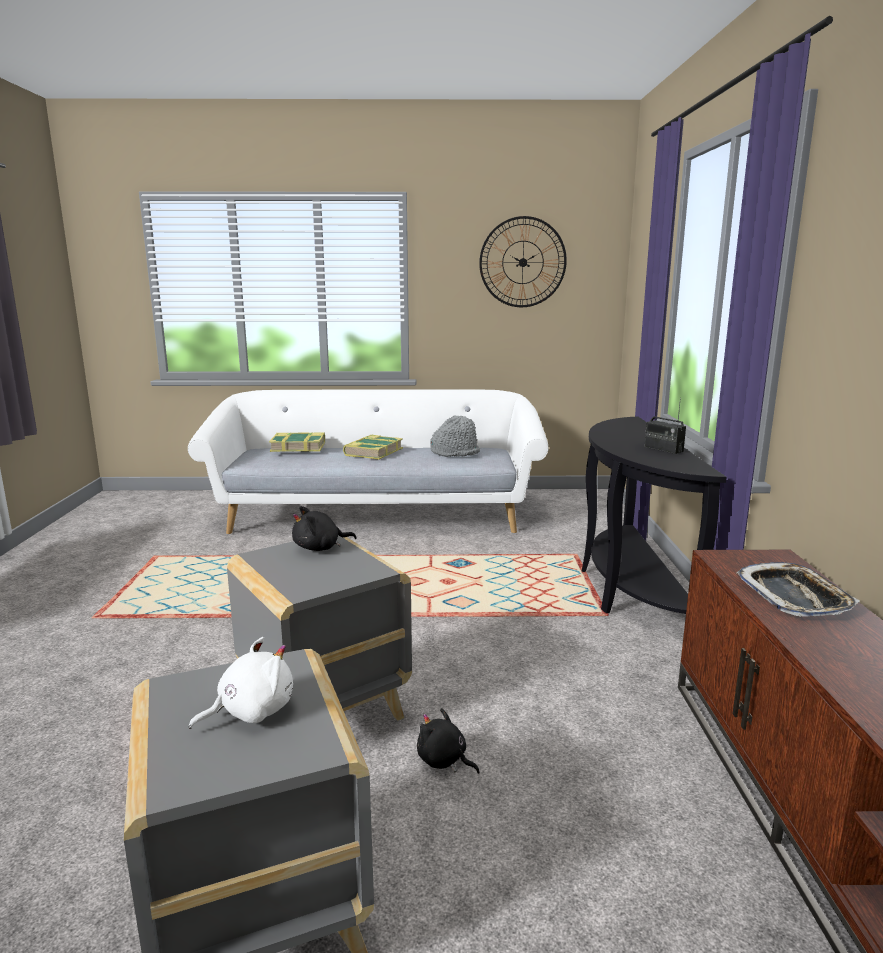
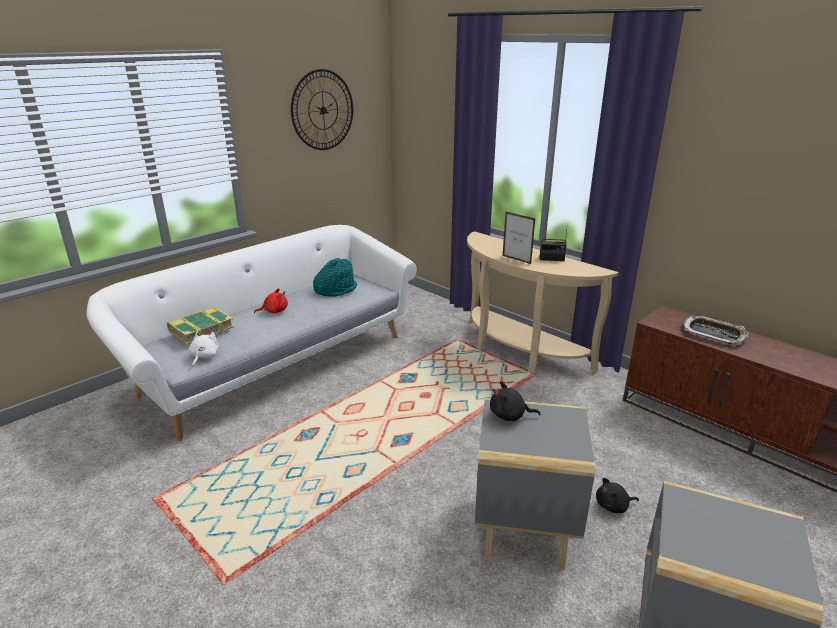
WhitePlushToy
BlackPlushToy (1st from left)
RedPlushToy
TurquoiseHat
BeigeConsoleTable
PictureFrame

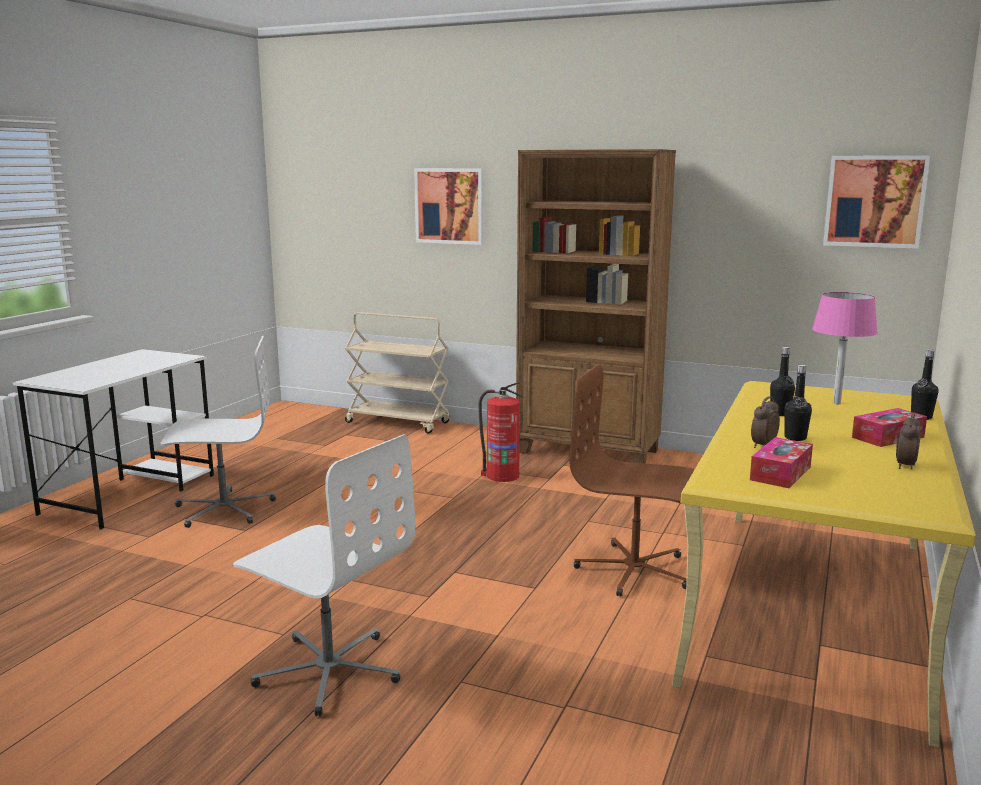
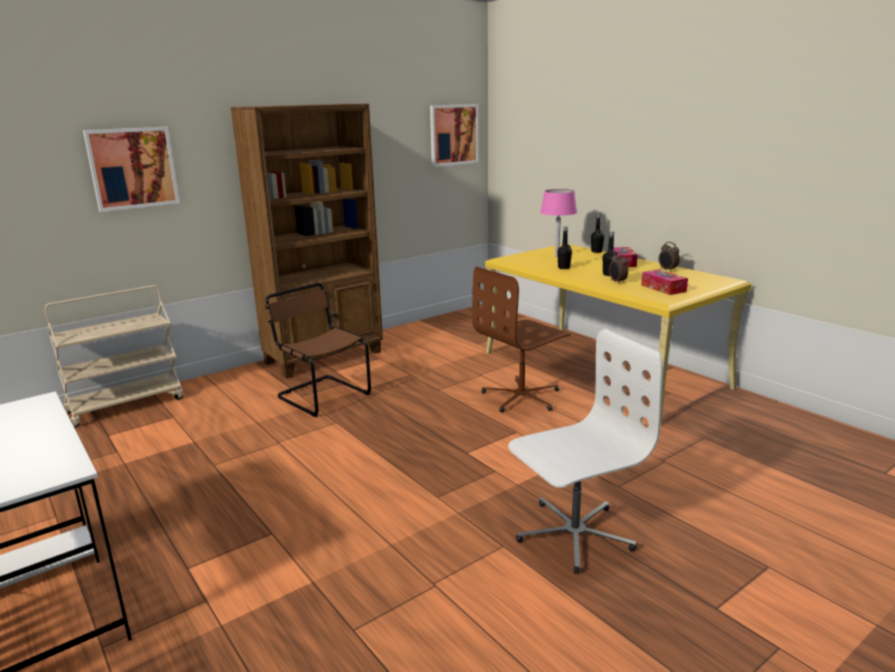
WhiteOfficeChair (1st from left in the first image)
BrownChair

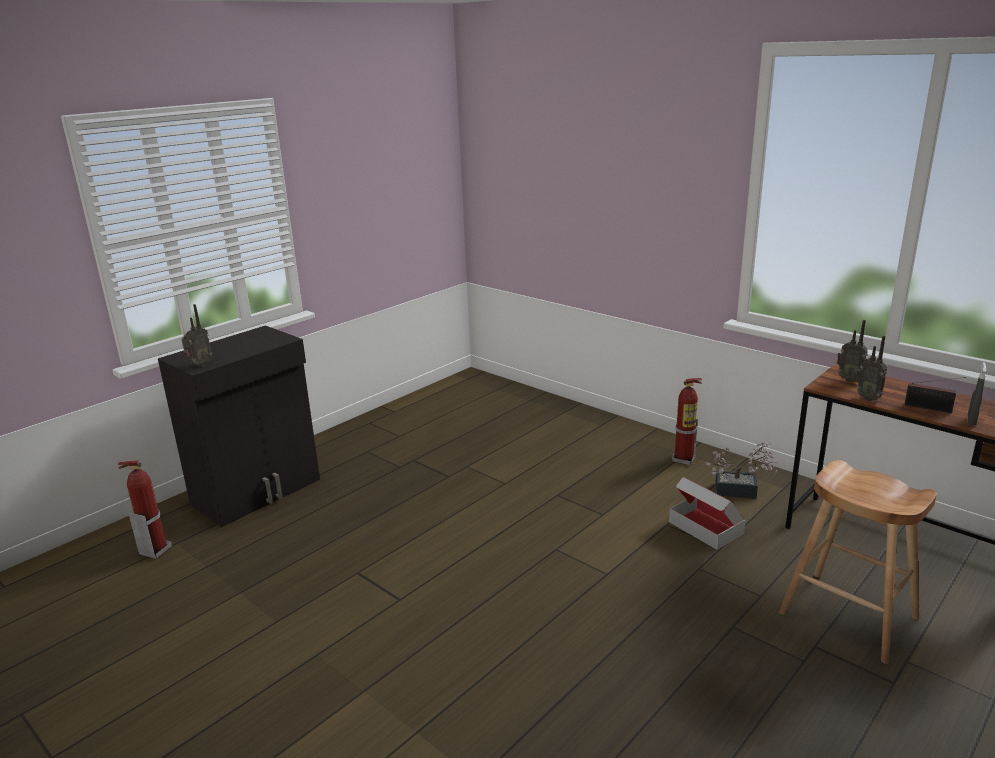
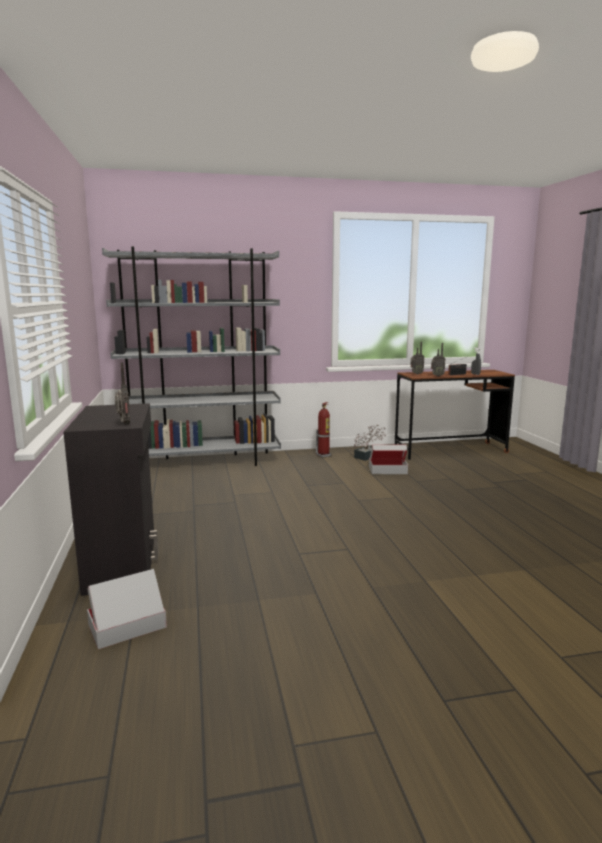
CardboardBox (1st from left)
BrownStool
GreyBookcase

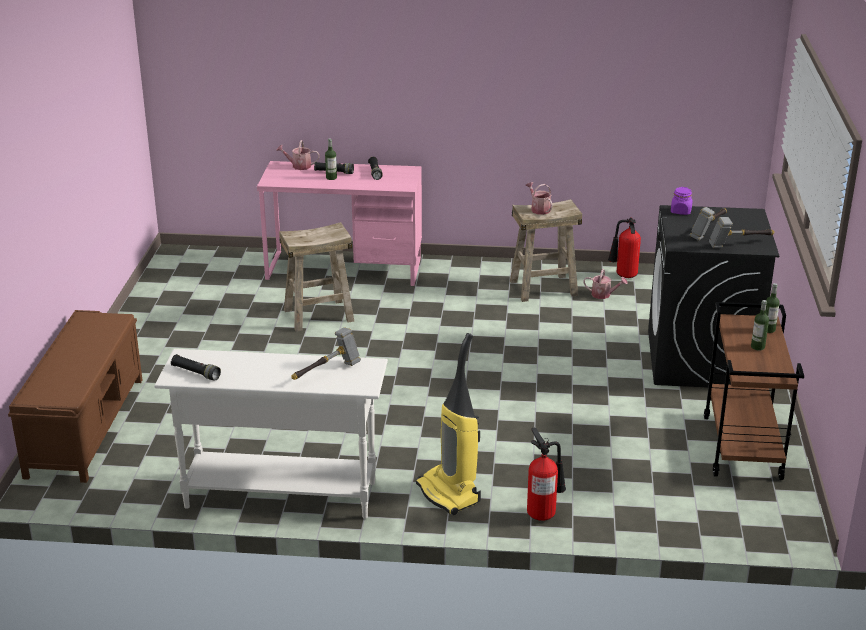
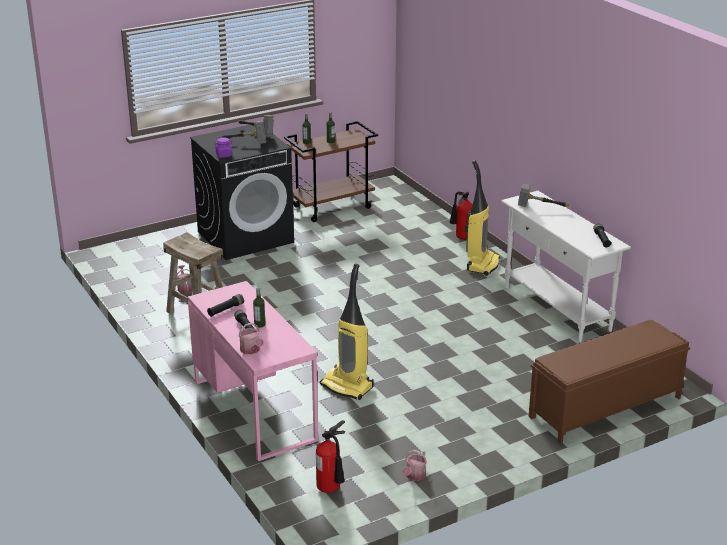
VacuumCleaner (1st from left)
WateringCan (3rd from left)
FireExtinguisher (1st from left)

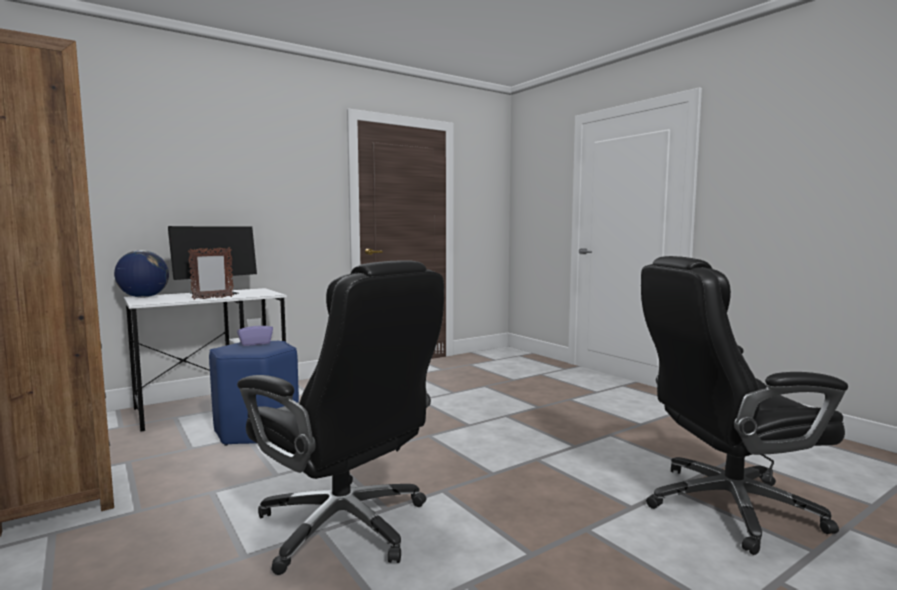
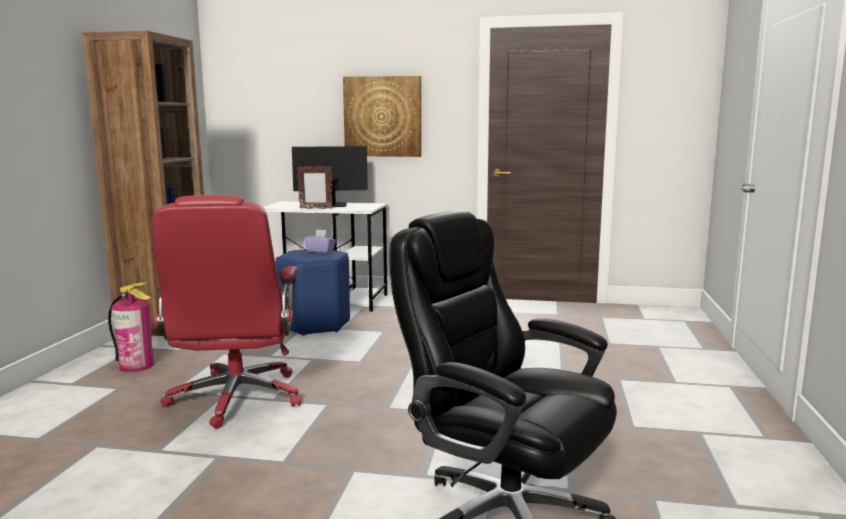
Globe
RedOfficeChair
FireExtinguisher
Picture

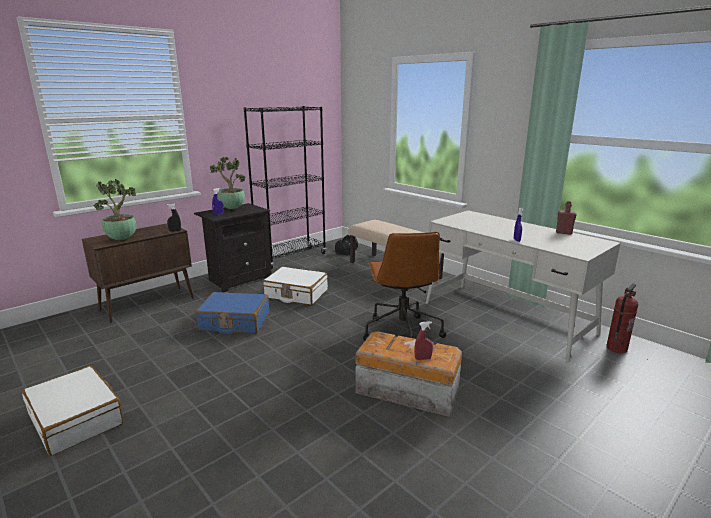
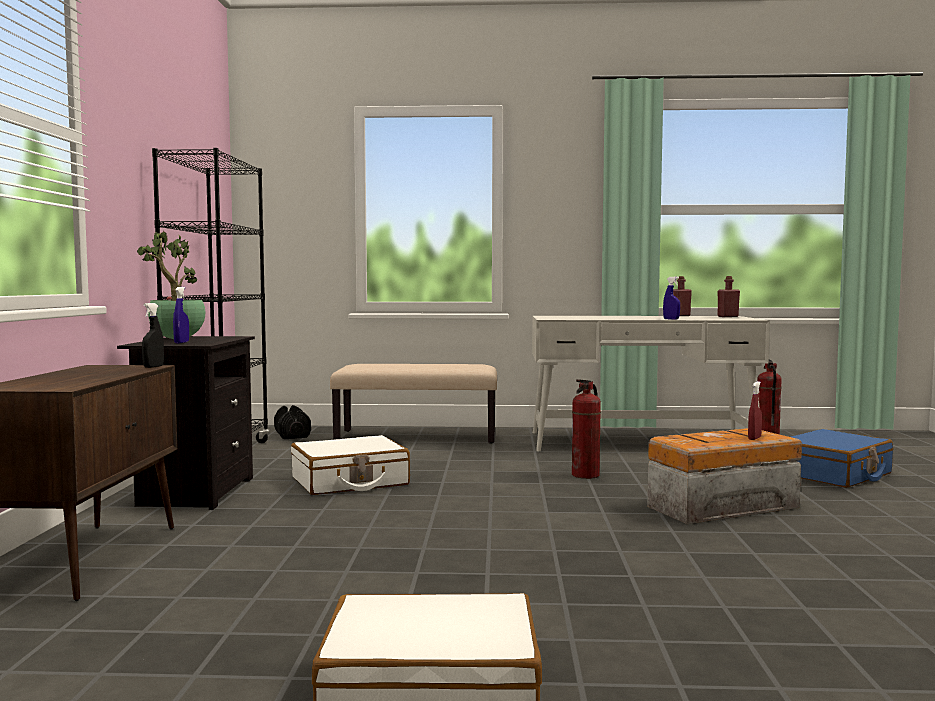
PottedPlant (1st from left in the first image)
BlueSuitcase
FireExtinguisher (1st from left)
RedBottle (2nd from left)

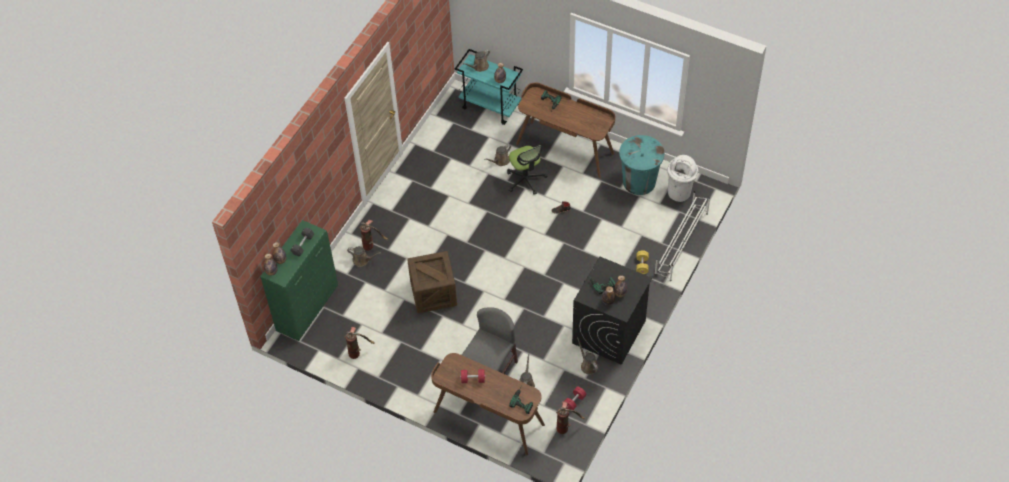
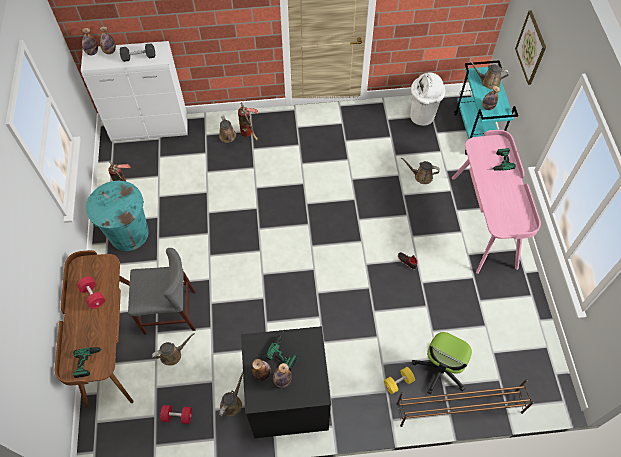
WhiteCabinet
Crate
OfficeChair
PinkDesk
FireExtinguisher (3rd from left in the first image)
TurquoiseTrashCan
BrownShoeRack
WhiteTrashCan
Picture

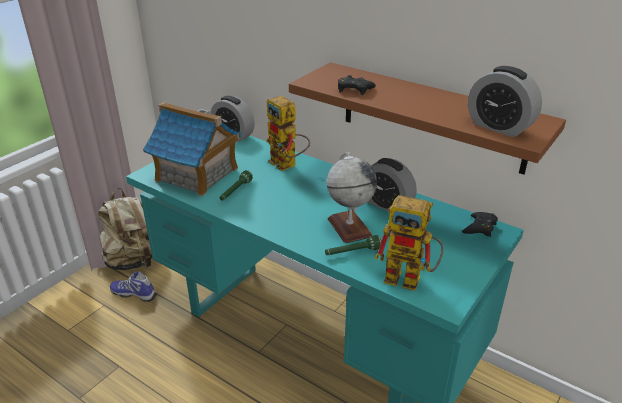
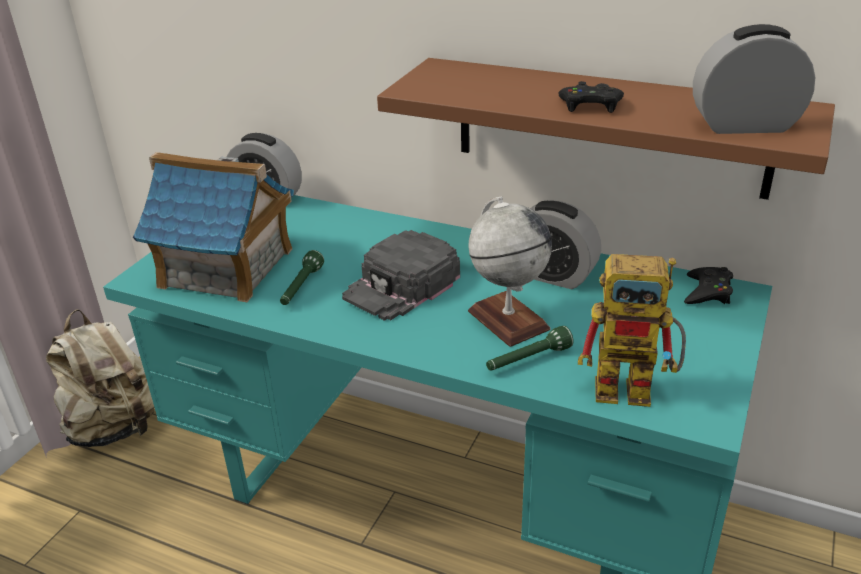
Shoe
ToyRobot (1st from left in the first image)
BlackGameController (1st from left)
AlarmClock (3rd from left)
BlackCap

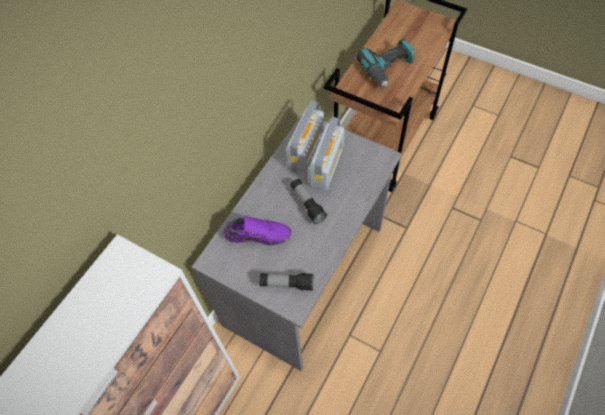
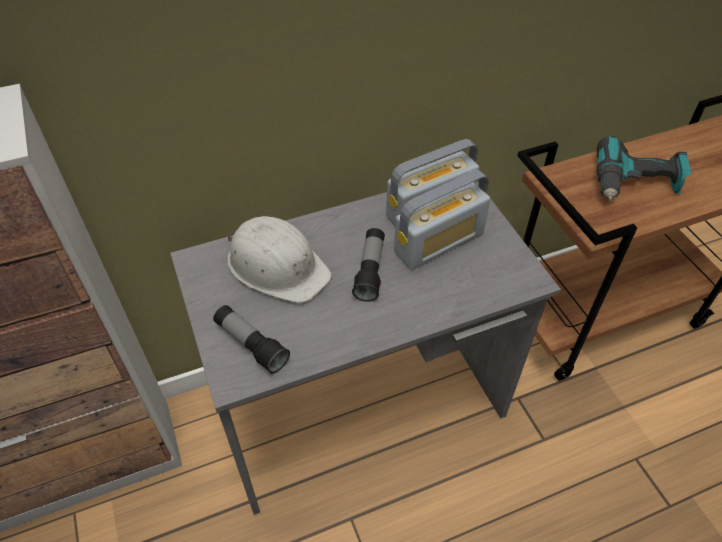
WhiteHardHat

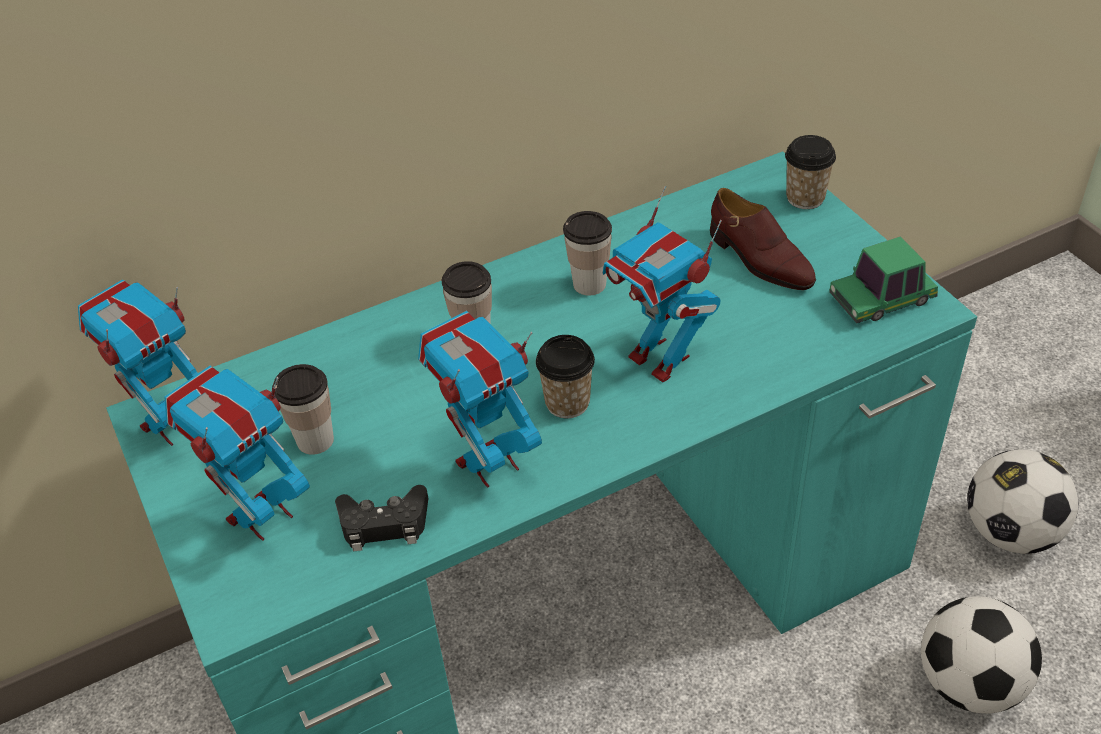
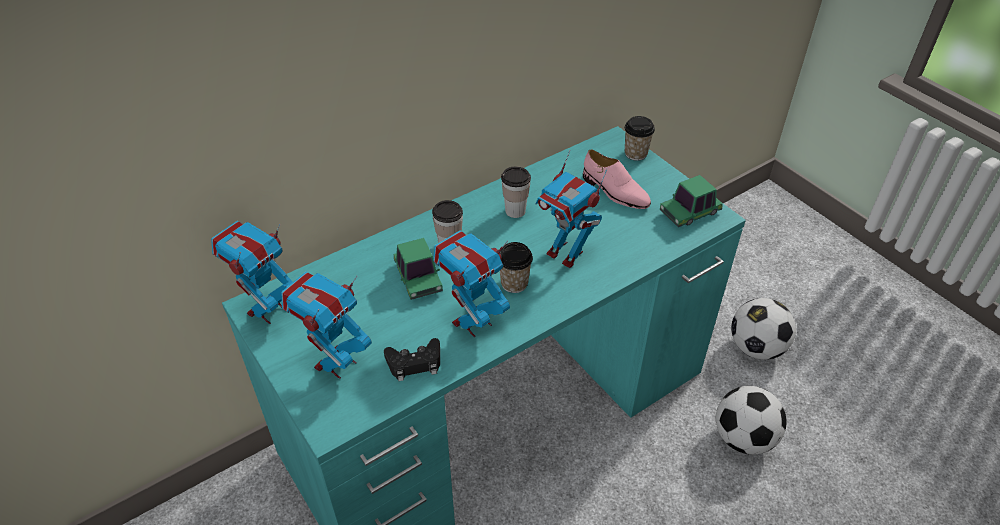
Cup (1st from left in the first image)
PinkShoe
ToyCar (1st from left)

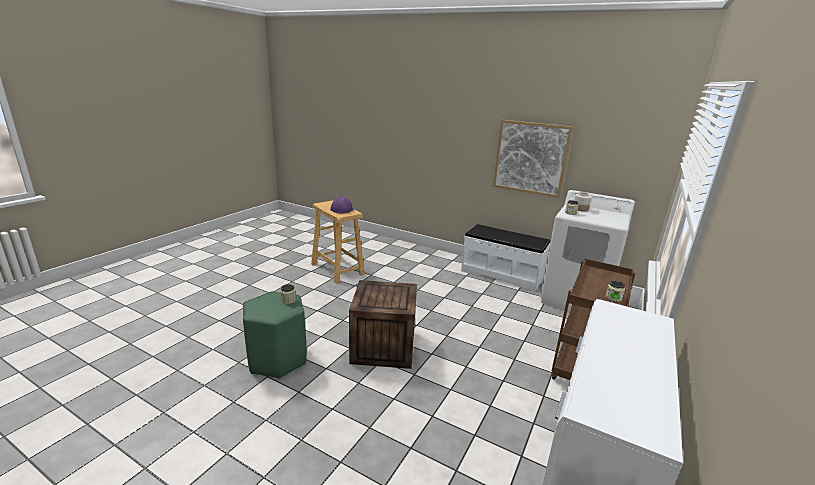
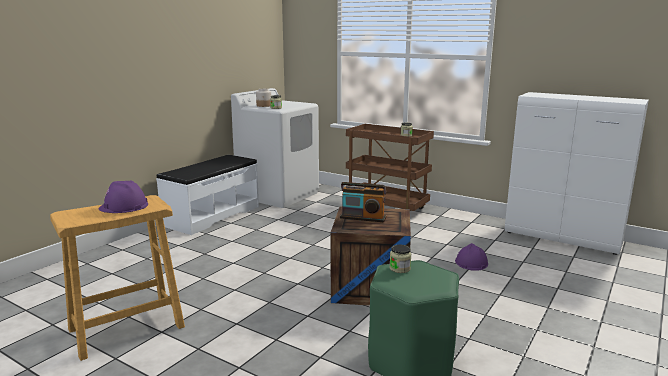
Picture
Radio
PurpleHardHat (2nd from left)

